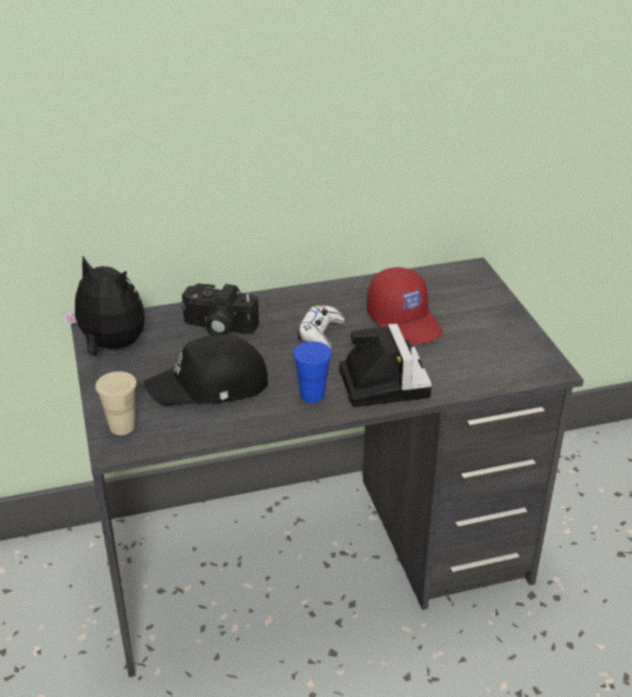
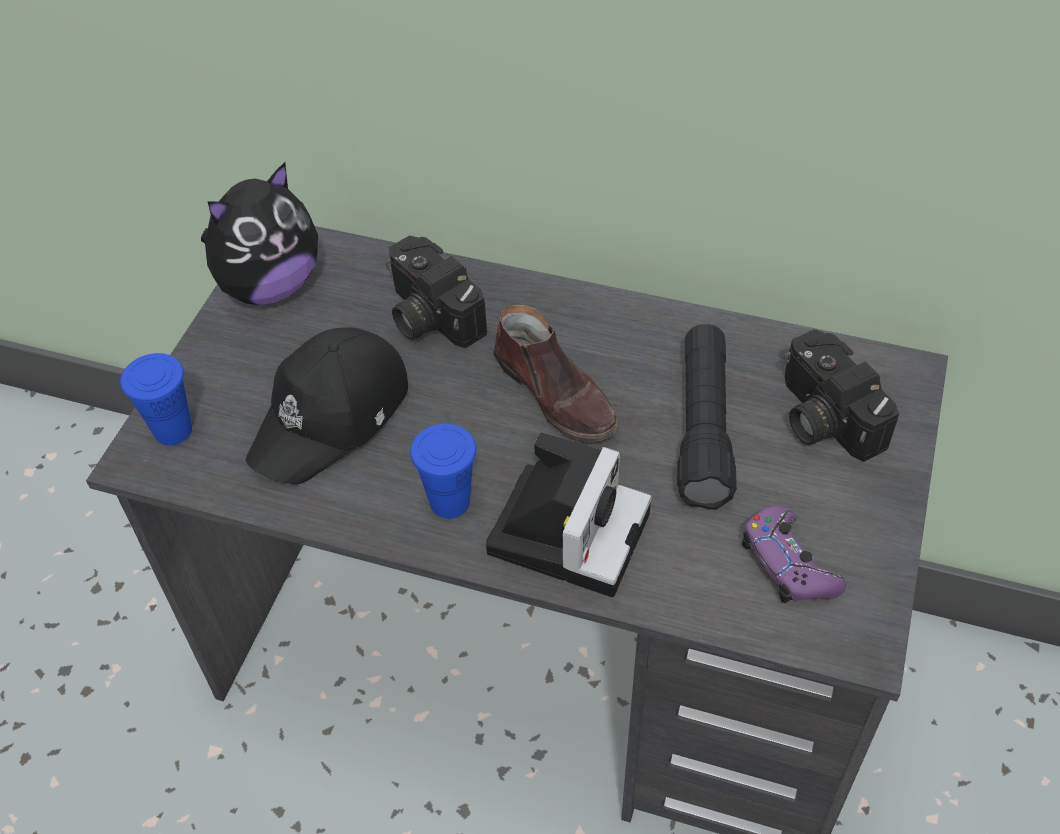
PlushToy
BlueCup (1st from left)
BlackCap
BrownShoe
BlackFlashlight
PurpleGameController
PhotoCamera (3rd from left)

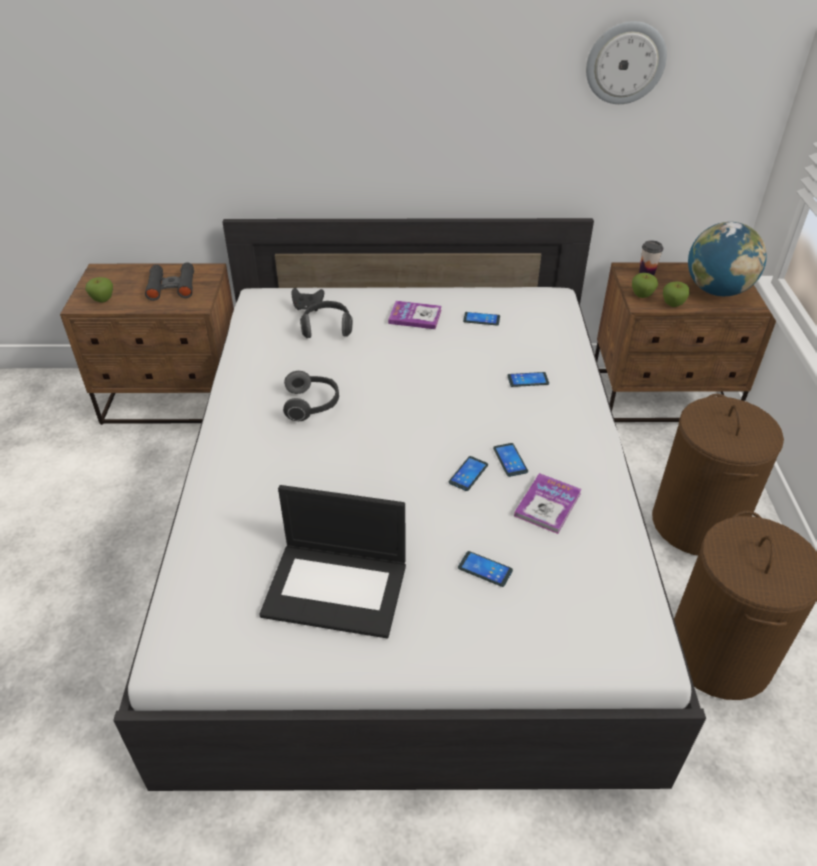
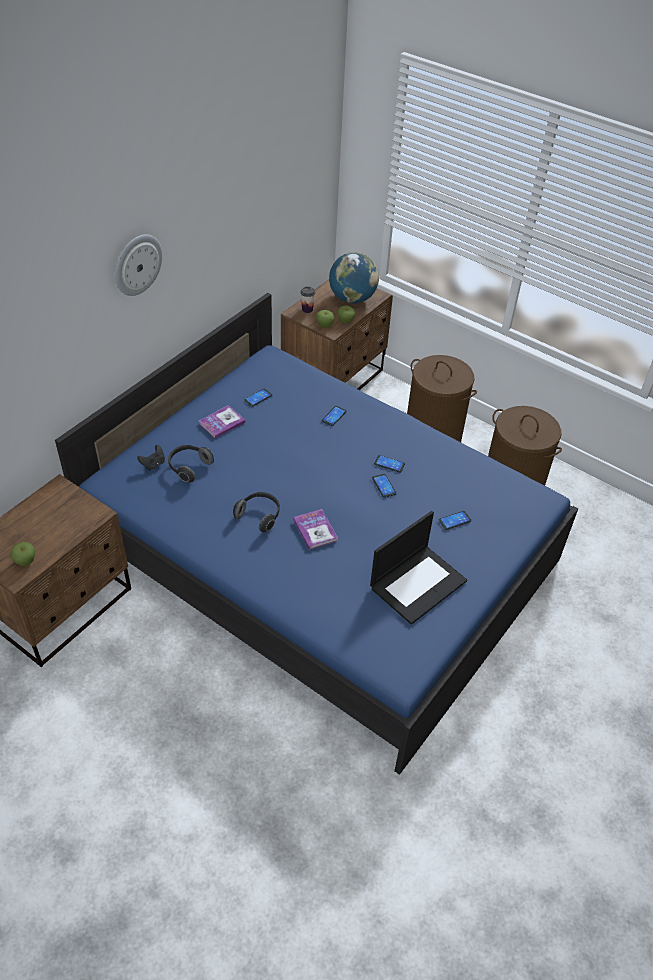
BlueBed
BlackBinoculars
Book (2nd from left)
WallClock

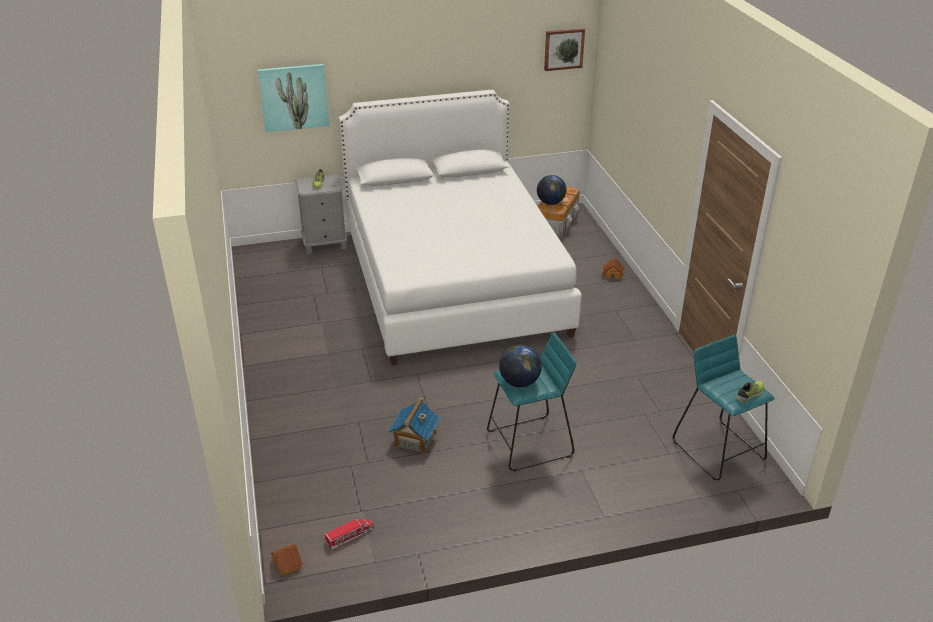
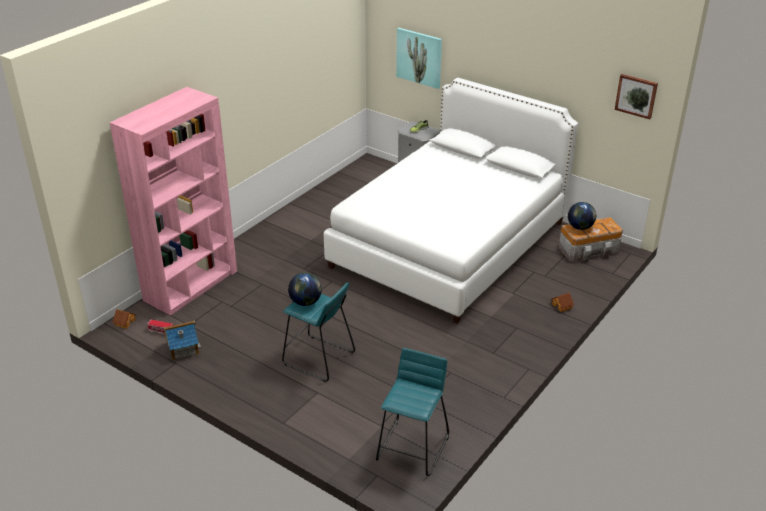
ToyHouse (2nd from left)
Shoe (2nd from left in the first image)
PinkBookcase

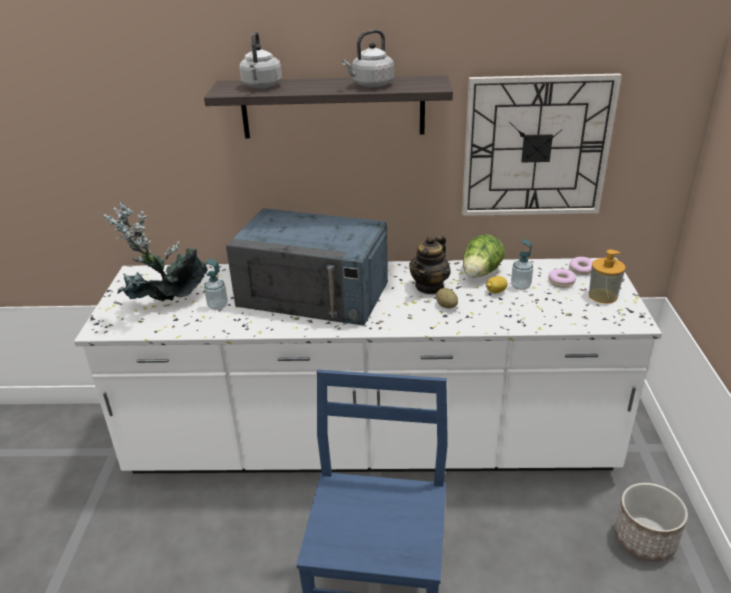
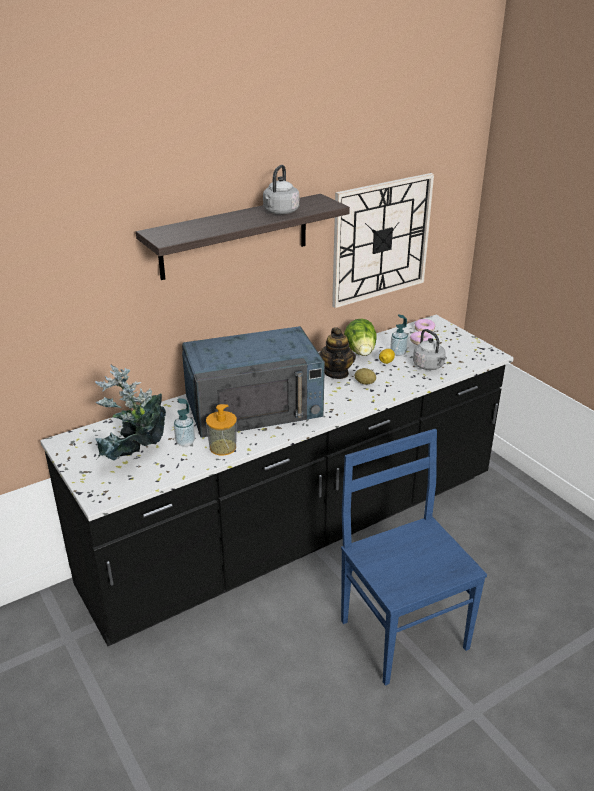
BlackCounter
GreyKettle (2nd from left)
SoapDispenser (2nd from left)
Planter

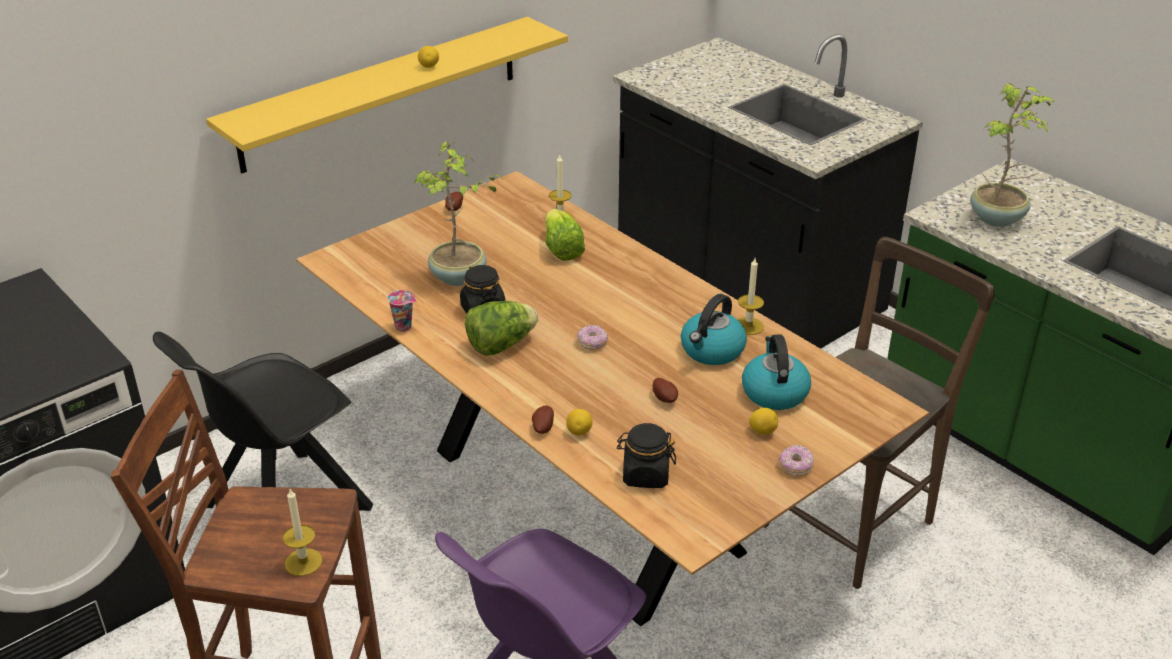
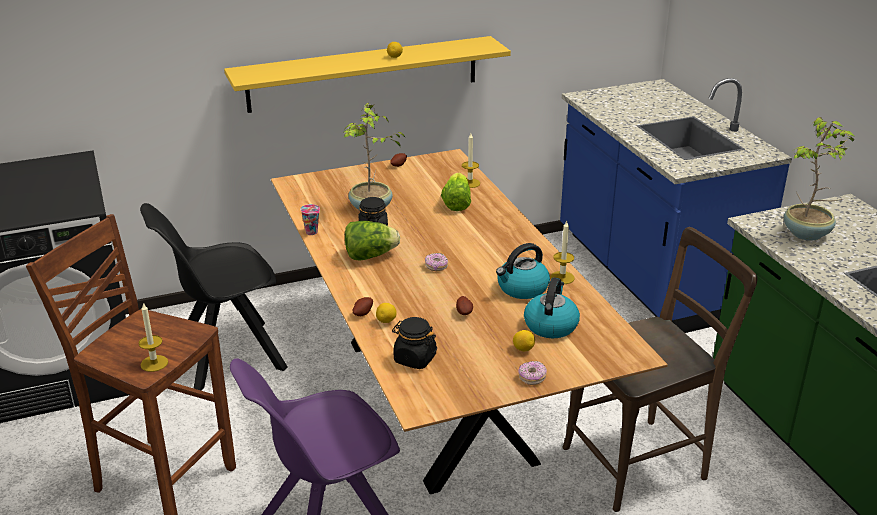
BlueCounter

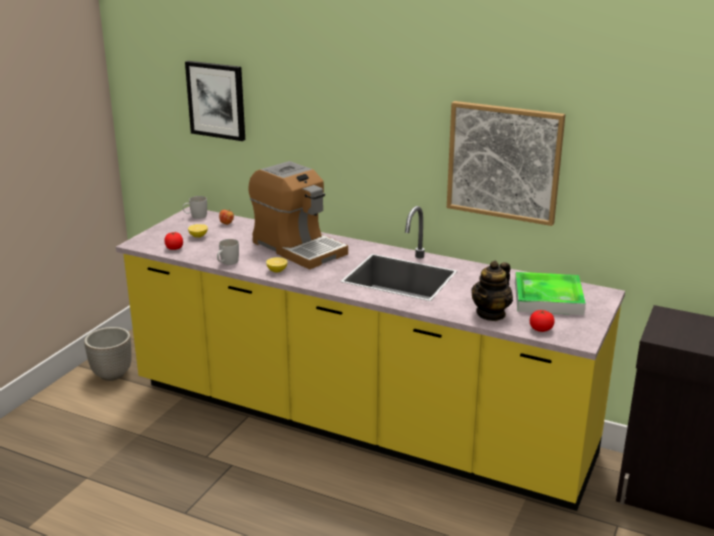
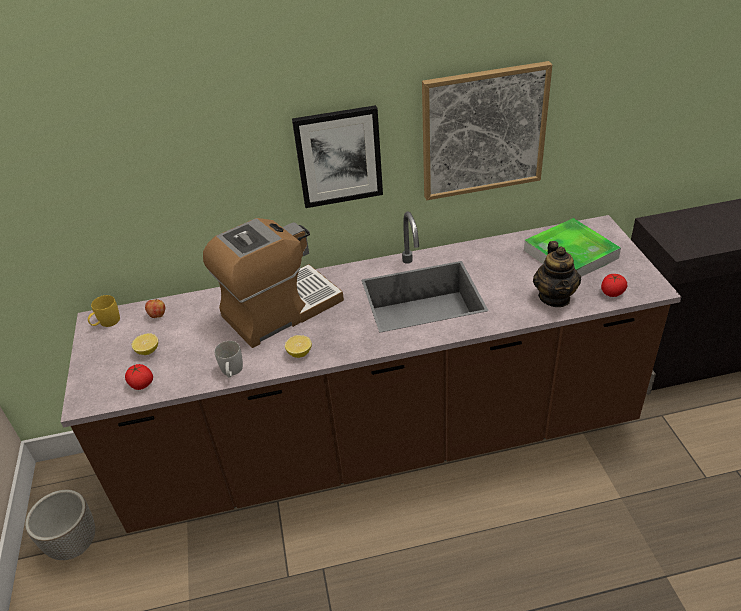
BrownCounter
YellowMug
Picture (1st from left)
CoffeeMachine

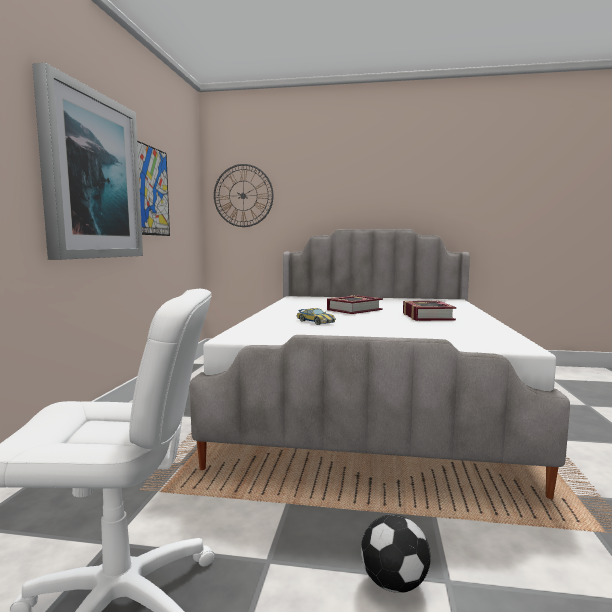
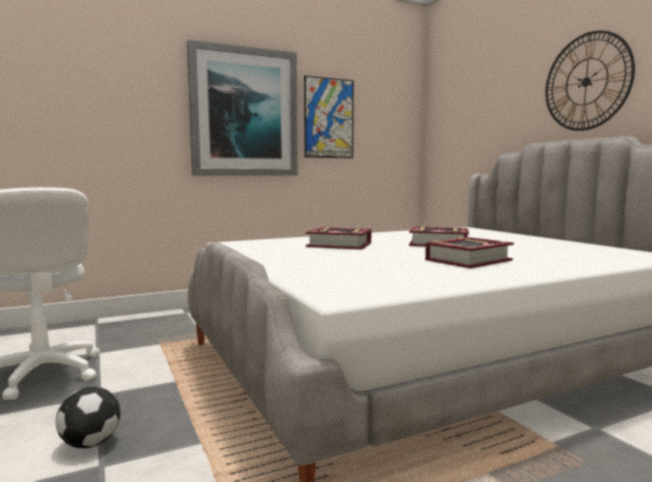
WallClock
Book (1st from left)

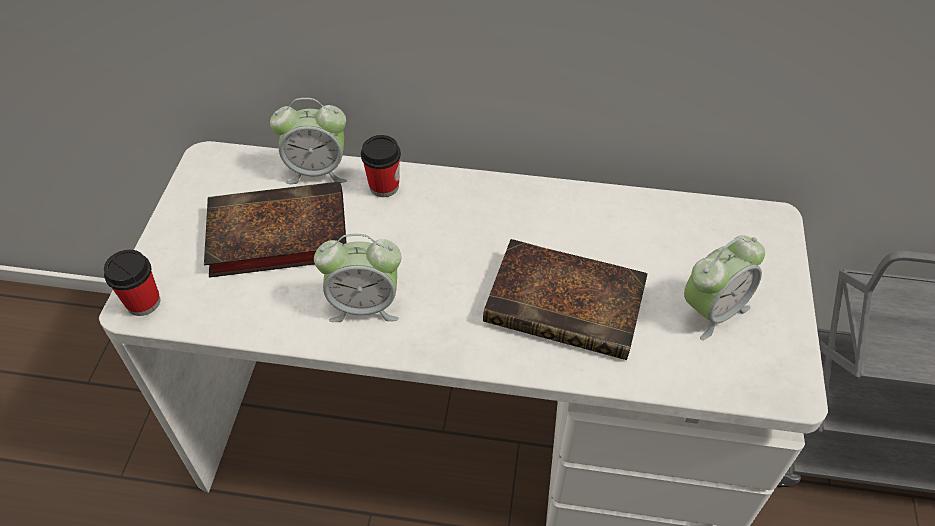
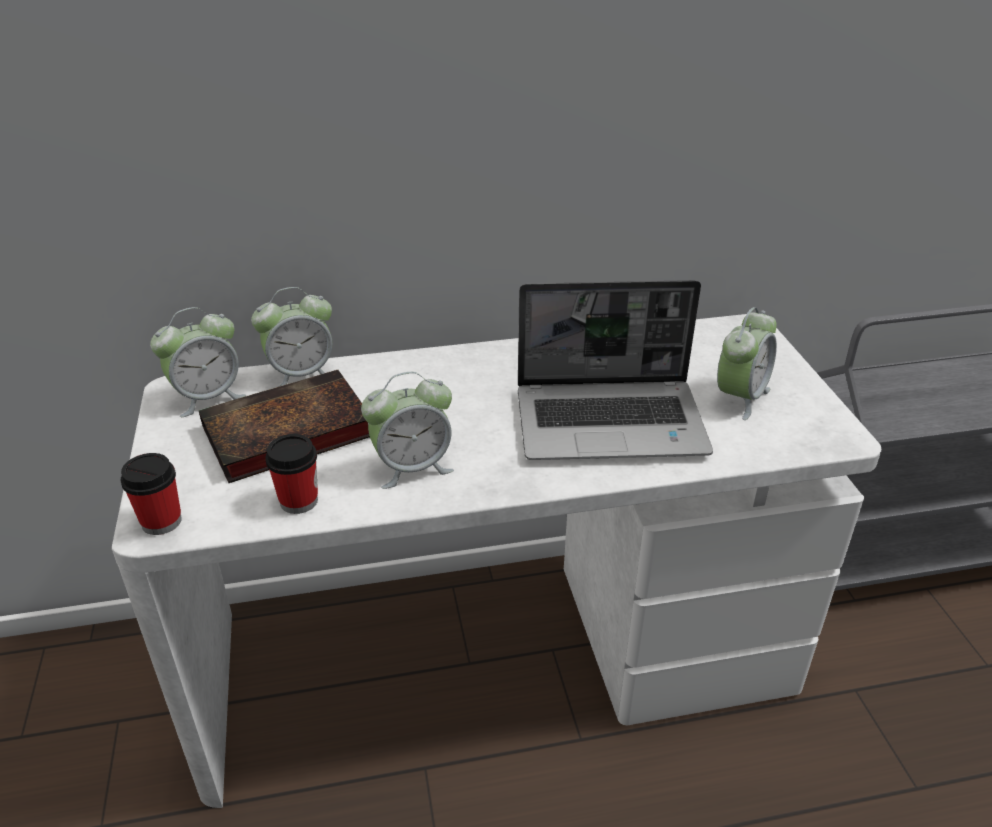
Cup (2nd from left)
Laptop
AlarmClock (1st from left)

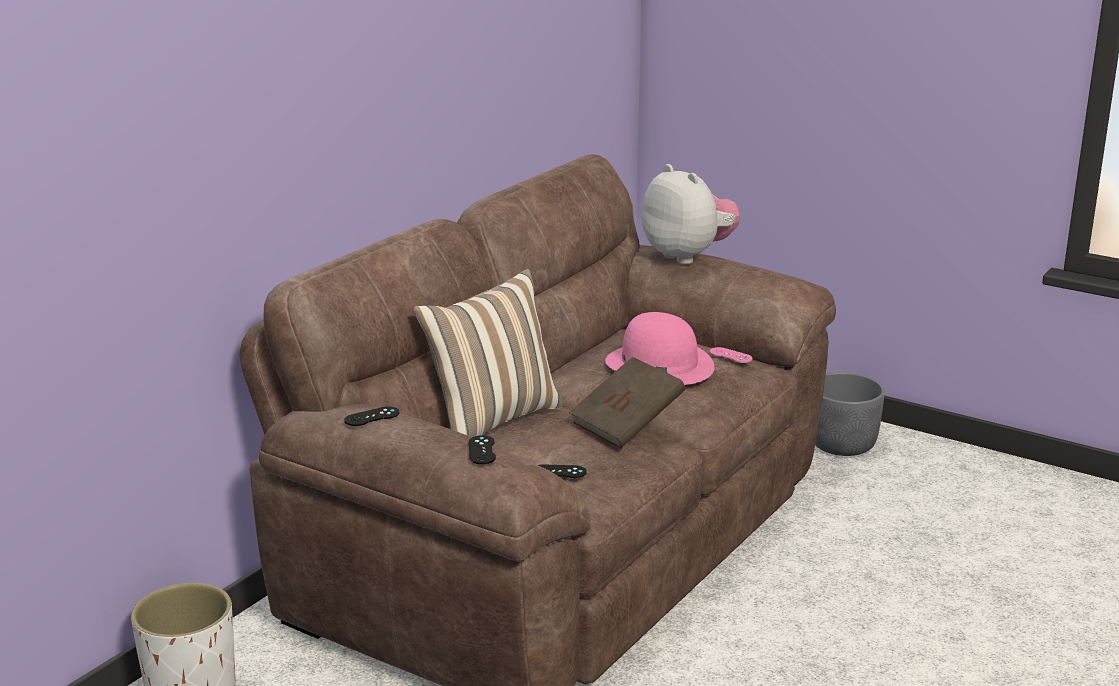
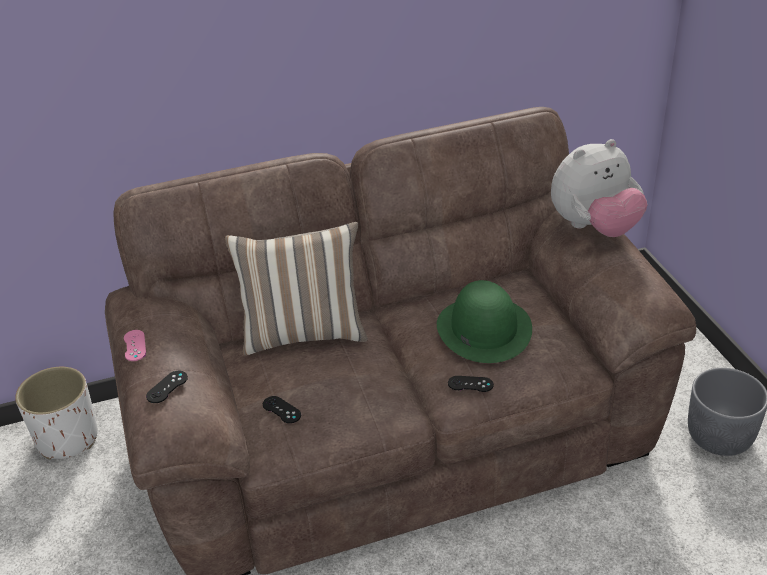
BlackGameController (3rd from left)
BrownBook
GreenHat
PlushToy
PinkGameController

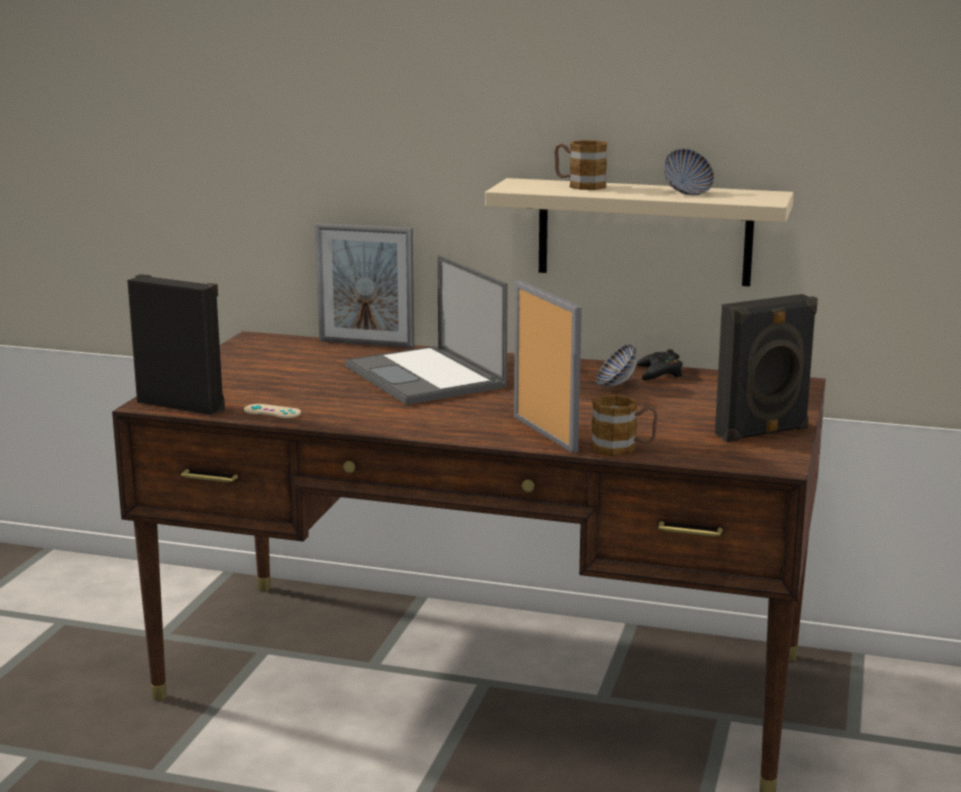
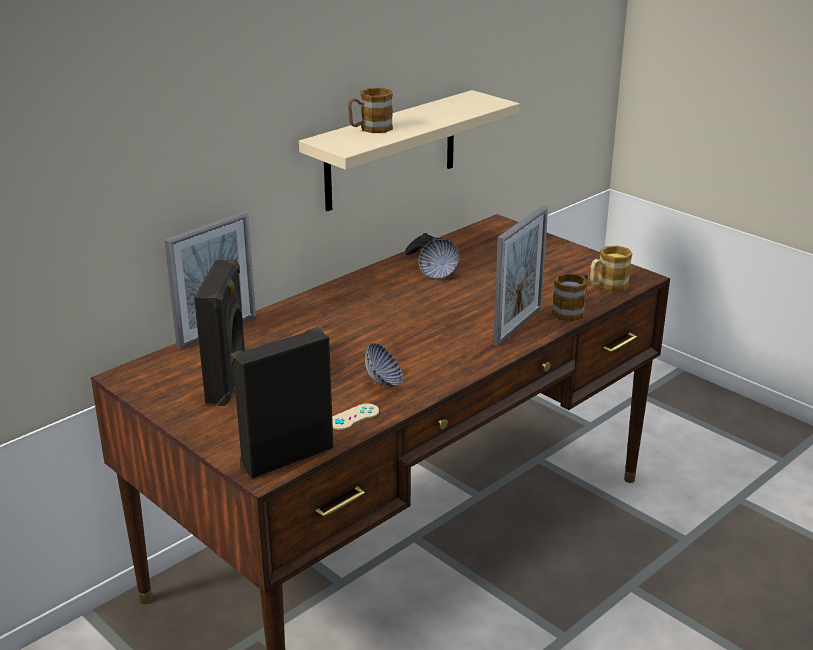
Laptop
PictureFrame (2nd from left)
Bowl (1st from left)
BlackSpeaker (1st from left)
Mug (3rd from left)

